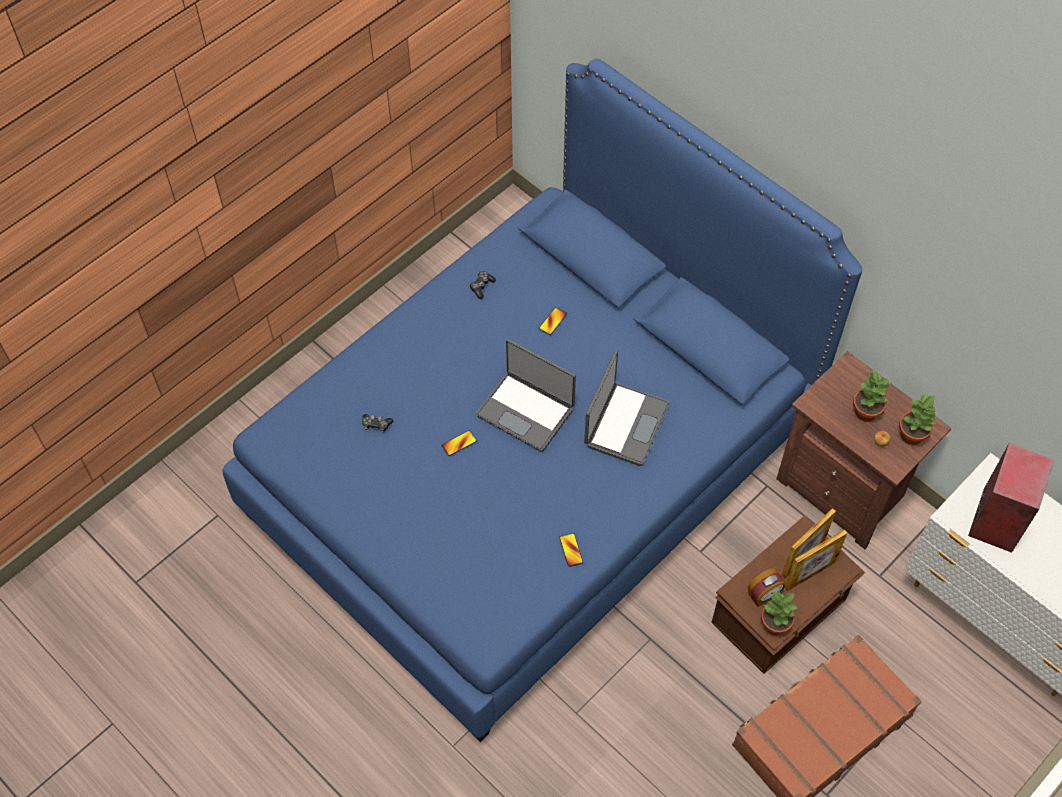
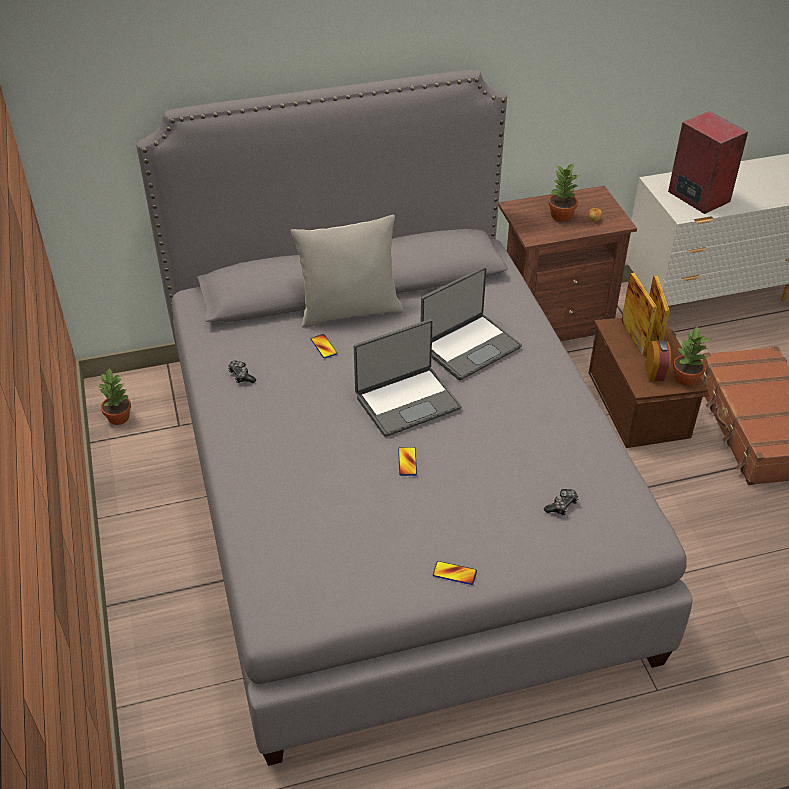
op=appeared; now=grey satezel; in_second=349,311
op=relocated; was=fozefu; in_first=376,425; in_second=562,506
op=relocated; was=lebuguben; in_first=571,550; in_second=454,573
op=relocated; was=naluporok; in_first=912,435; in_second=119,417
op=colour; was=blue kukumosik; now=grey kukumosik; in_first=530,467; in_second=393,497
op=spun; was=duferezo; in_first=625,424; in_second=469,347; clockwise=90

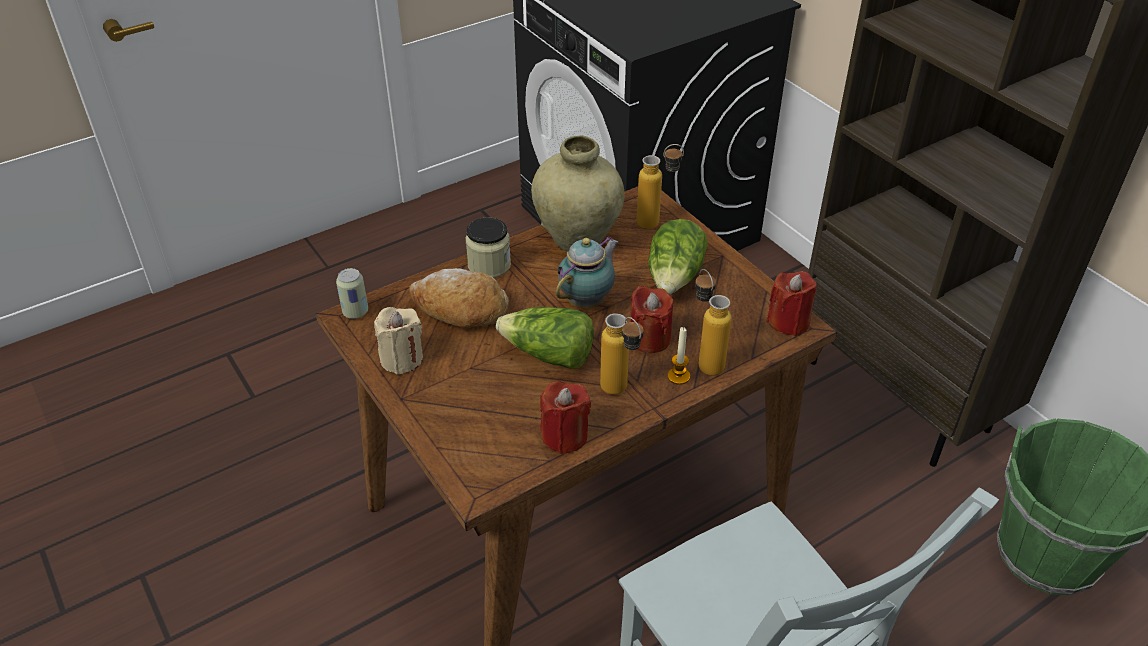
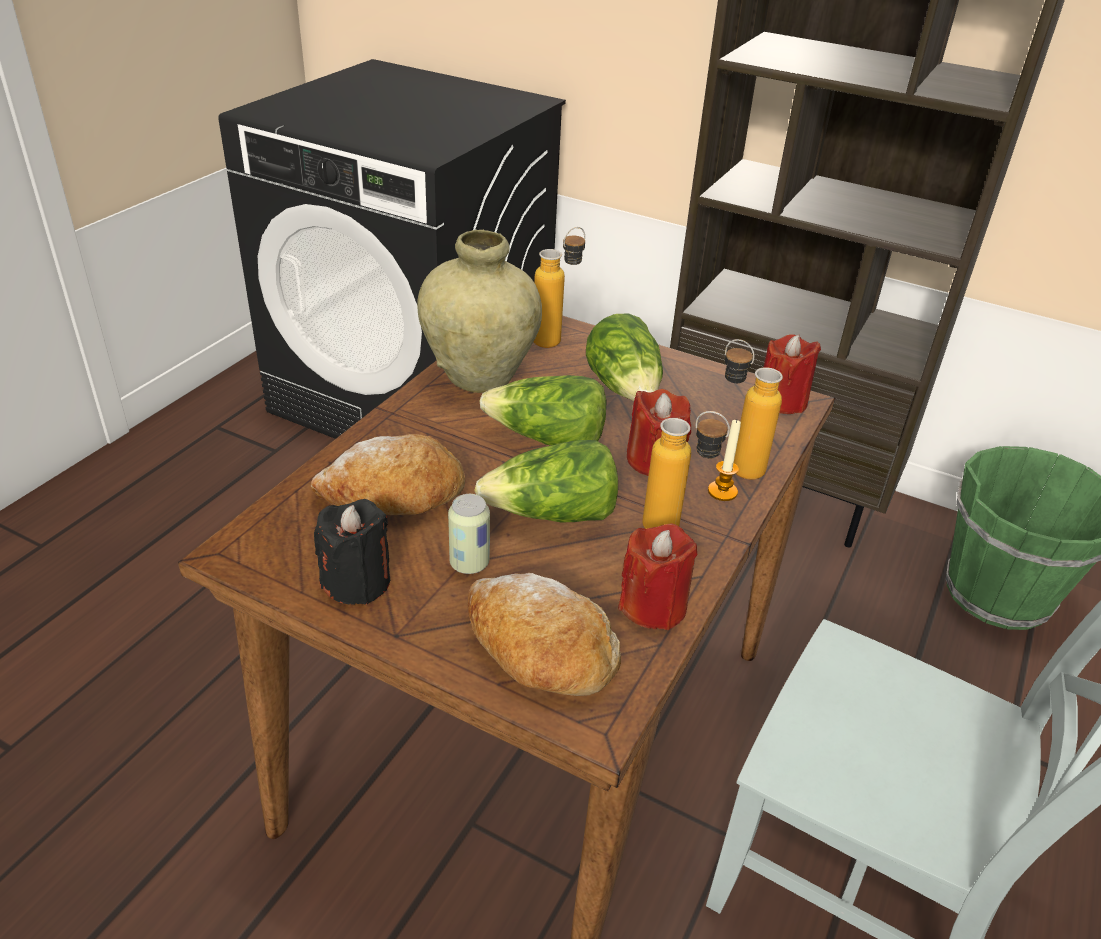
op=missing; was=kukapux; in_first=489,265
op=appeared; now=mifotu; in_second=538,648
op=relocated; was=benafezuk; in_first=355,312; in_second=469,563
op=exchanged; was=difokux; now=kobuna; in_first=588,301; in_second=548,440
op=colour; was=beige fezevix; now=black fezevix; in_first=401,359; in_second=357,582

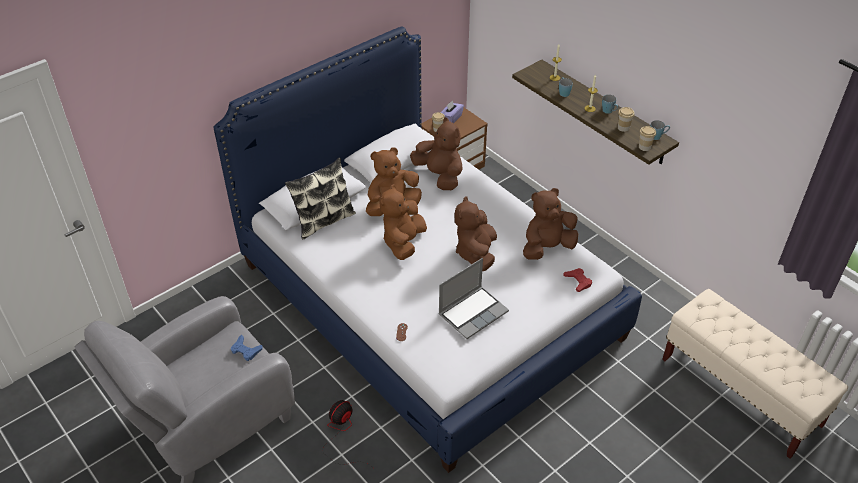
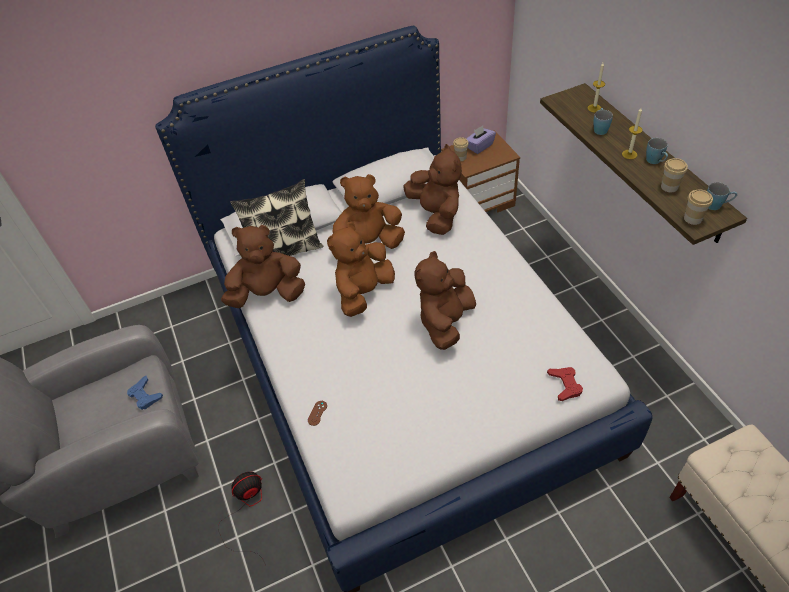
op=missing; was=duferezo; in_first=473,312
op=relocated; was=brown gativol; in_first=547,247; in_second=267,294

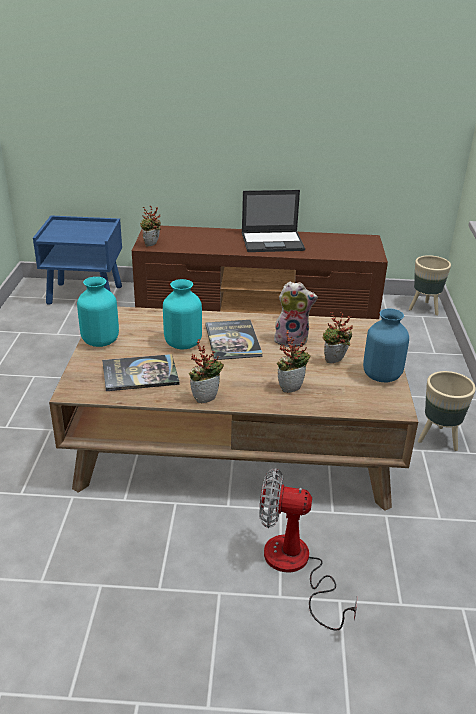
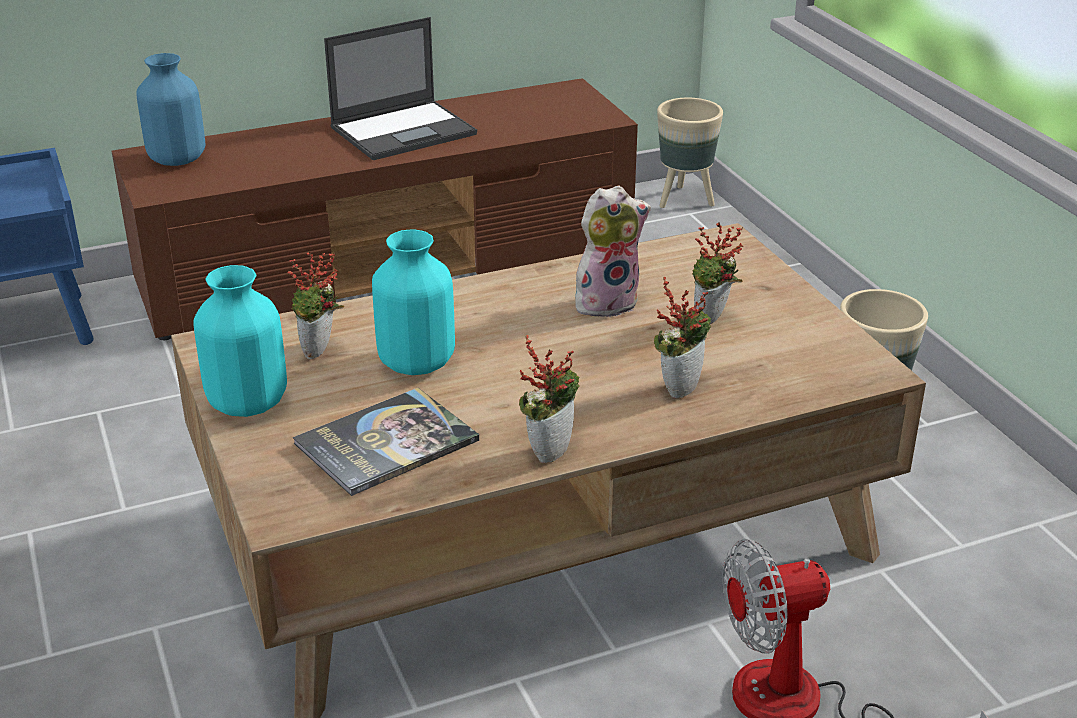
op=missing; was=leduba; in_first=233,340
op=relocated; was=naluporok; in_first=152,245; in_second=320,352
op=relocated; was=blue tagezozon; in_first=382,376; in_second=178,159

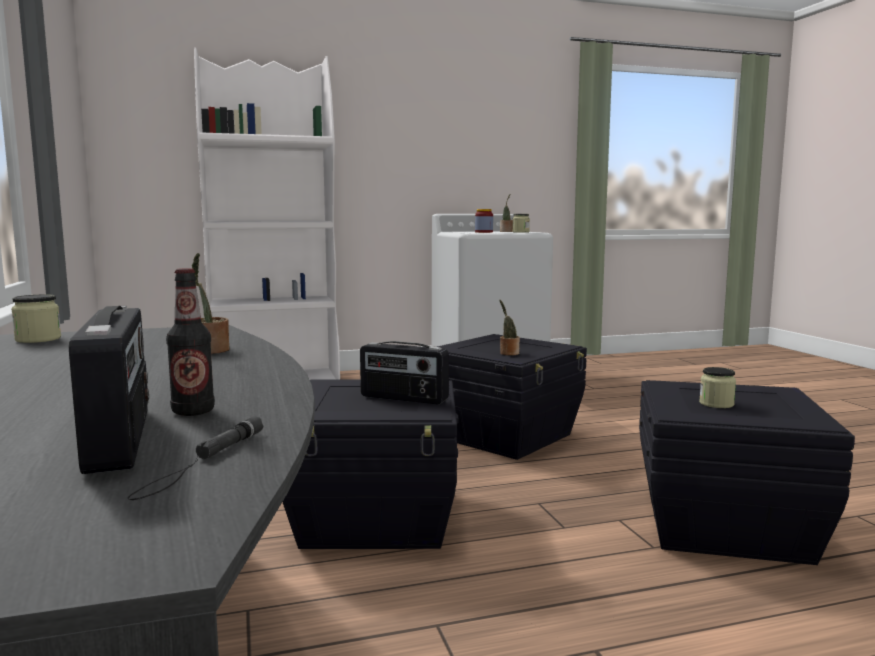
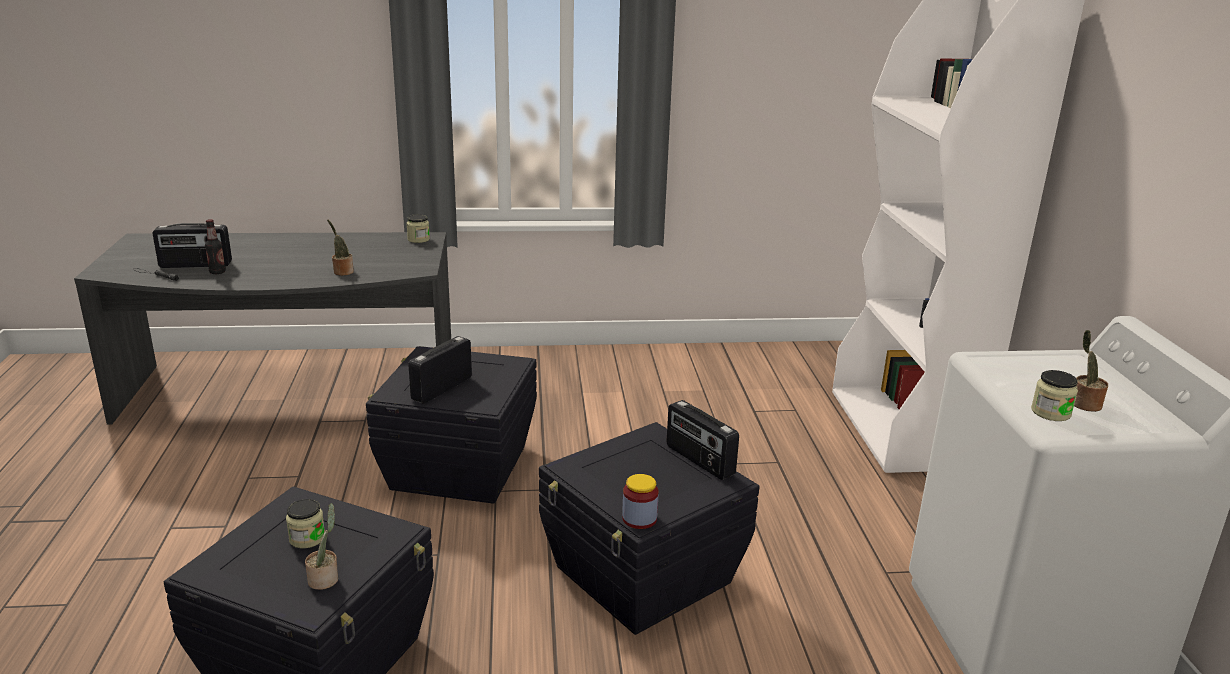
op=appeared; now=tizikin; in_second=699,460
op=relocated; was=kukapux; in_first=483,232; in_second=639,519
op=relocated; was=naluporok; in_first=508,353; in_second=325,579

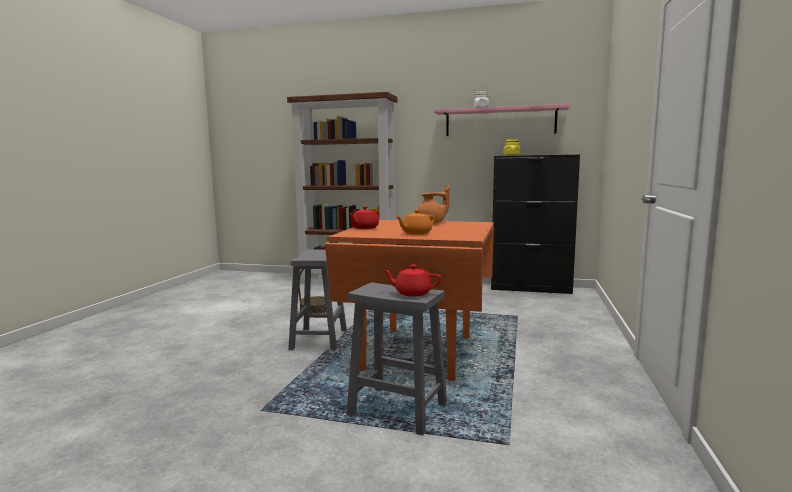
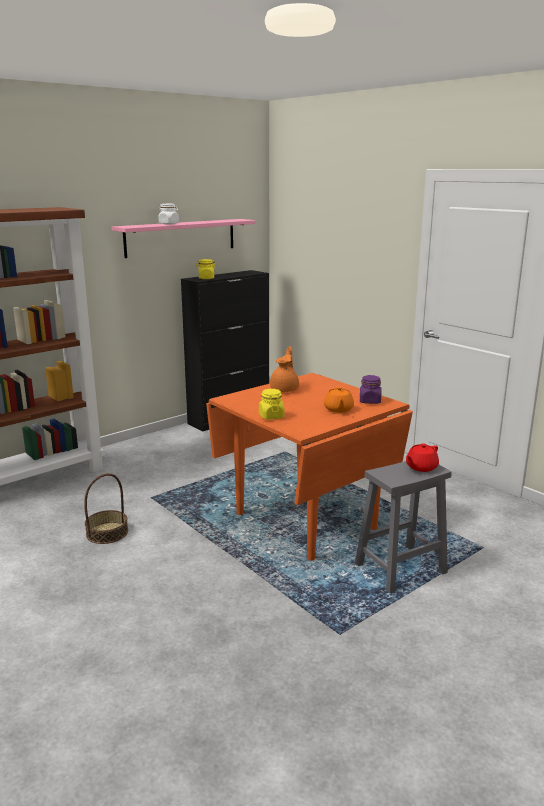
op=missing; was=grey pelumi; in_first=319,339
op=appeared; now=purple kukapux; in_second=370,401
op=exchanged; was=red difokux; now=yellow kukapux; in_first=364,228; in_second=271,416

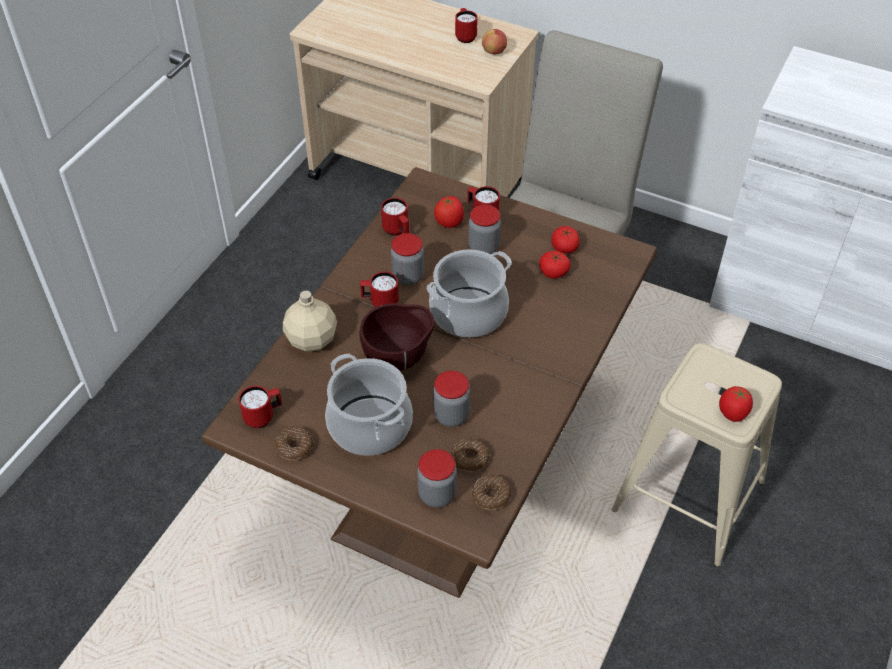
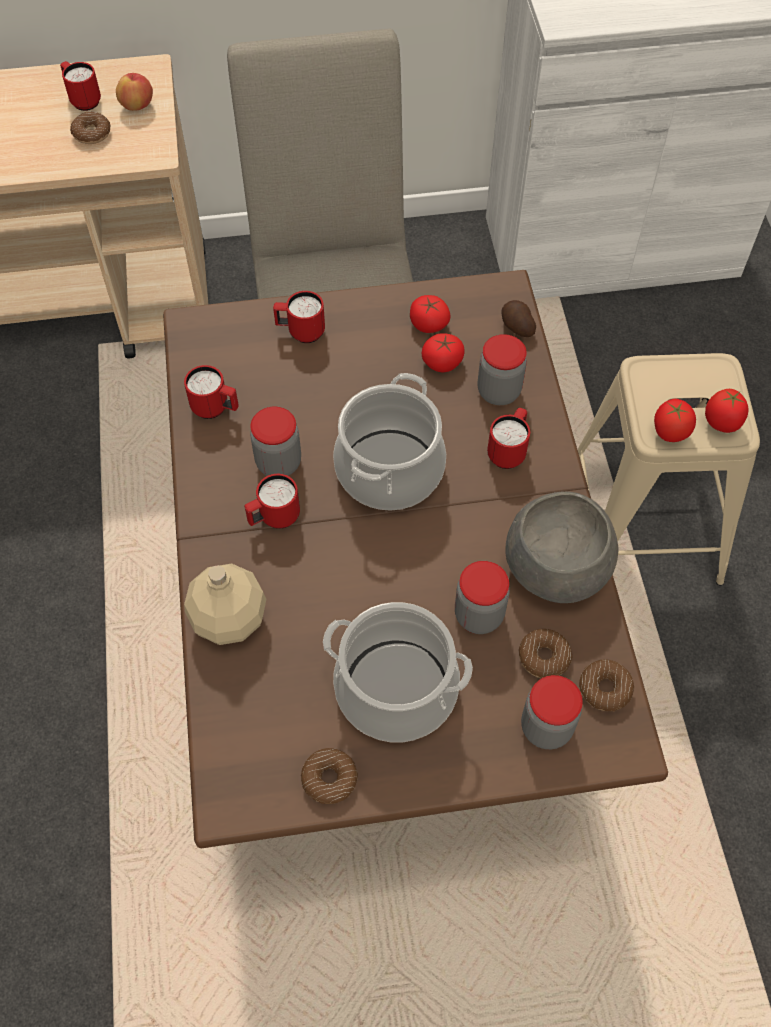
op=missing; was=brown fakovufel; in_first=399,359
op=appeared; now=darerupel; in_second=92,133
op=appeared; now=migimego; in_second=516,326
op=appeared; now=grey fakovufel; in_second=555,566
op=relocated; was=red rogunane; in_first=263,417; in_second=508,451
op=relocated; was=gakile; in_first=449,222; in_second=669,432
op=relocated; was=kukapux; in_first=484,247; in_second=498,391

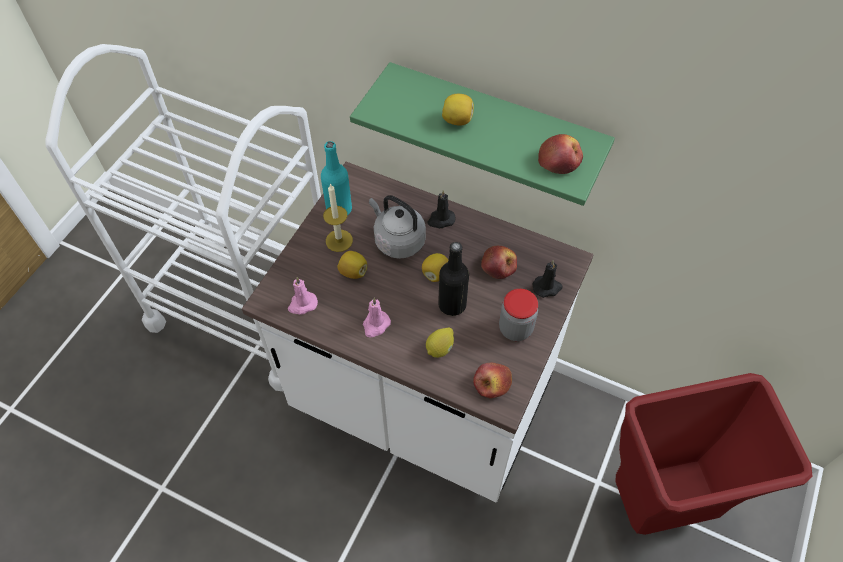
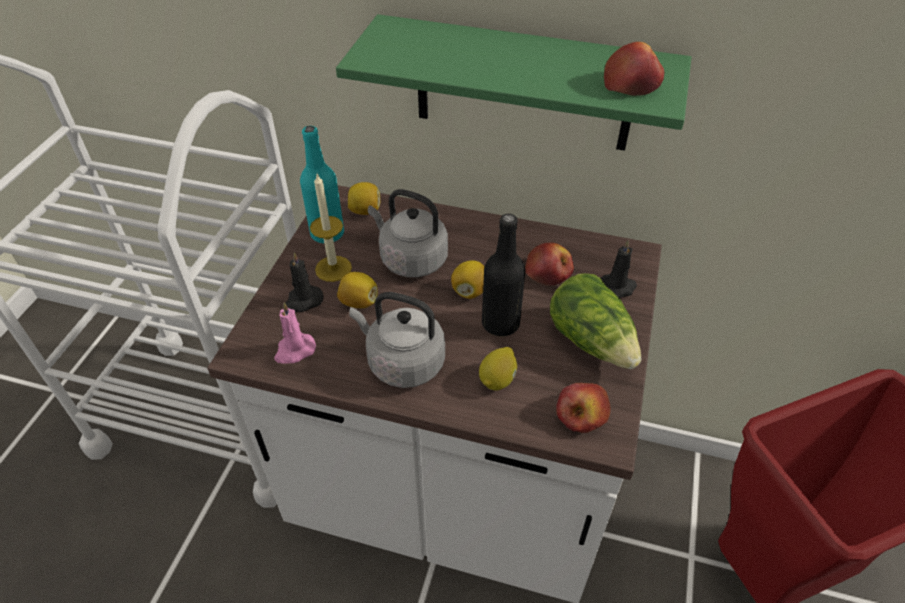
op=relocated; was=black fezevix; in_first=441,220; in_second=303,301
op=relocated; was=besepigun; in_first=457,120; in_second=365,210
op=exchanged; was=pink fezevix; now=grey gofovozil; in_first=375,325; in_second=402,362
op=exchanged; was=kukapux; now=kobuna; in_first=515,328; in_second=592,341

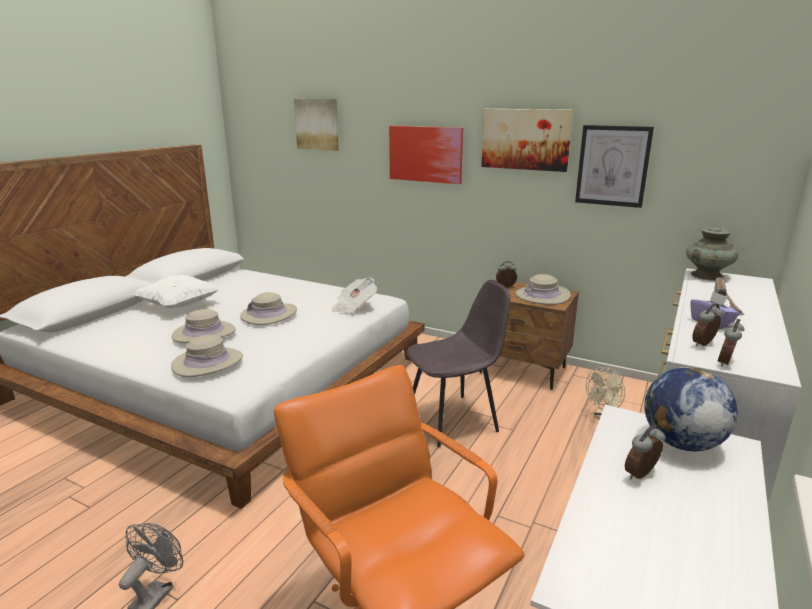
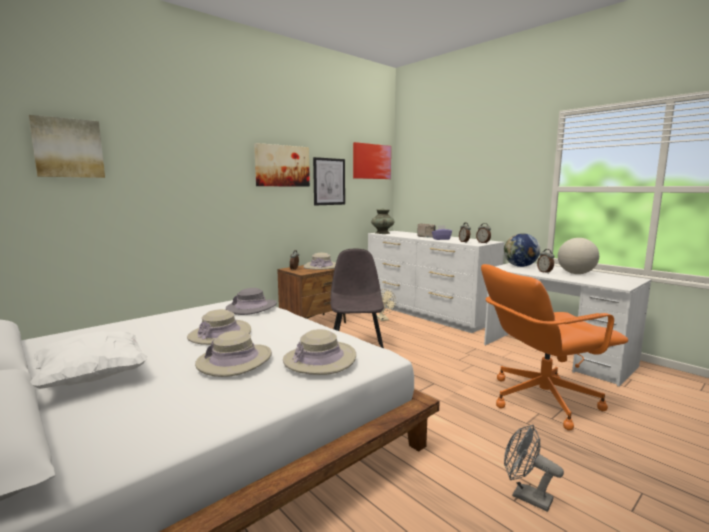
op=appeared; now=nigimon; in_second=576,273
op=relocated; was=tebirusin; in_first=425,154; in_second=371,161
op=exchanged; was=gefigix; now=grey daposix; in_first=354,307; in_second=251,307

